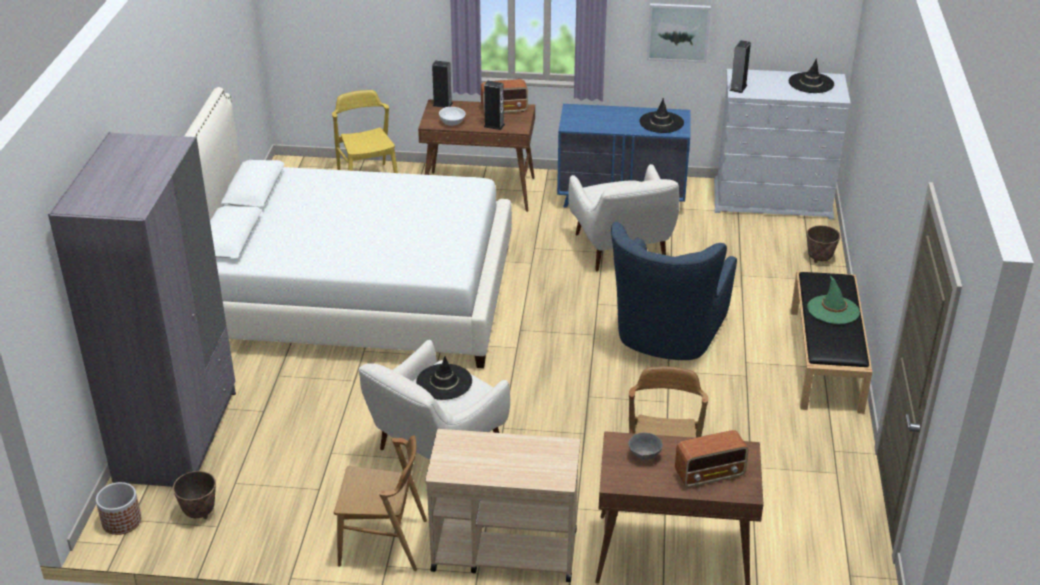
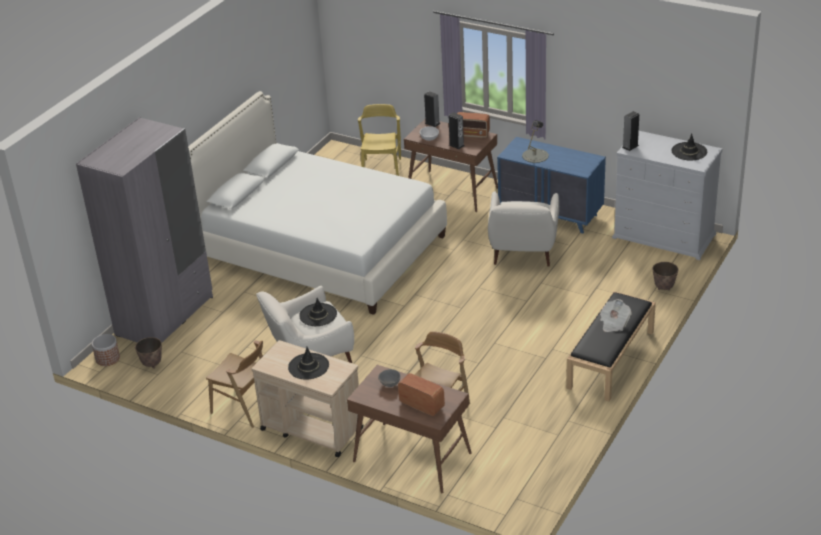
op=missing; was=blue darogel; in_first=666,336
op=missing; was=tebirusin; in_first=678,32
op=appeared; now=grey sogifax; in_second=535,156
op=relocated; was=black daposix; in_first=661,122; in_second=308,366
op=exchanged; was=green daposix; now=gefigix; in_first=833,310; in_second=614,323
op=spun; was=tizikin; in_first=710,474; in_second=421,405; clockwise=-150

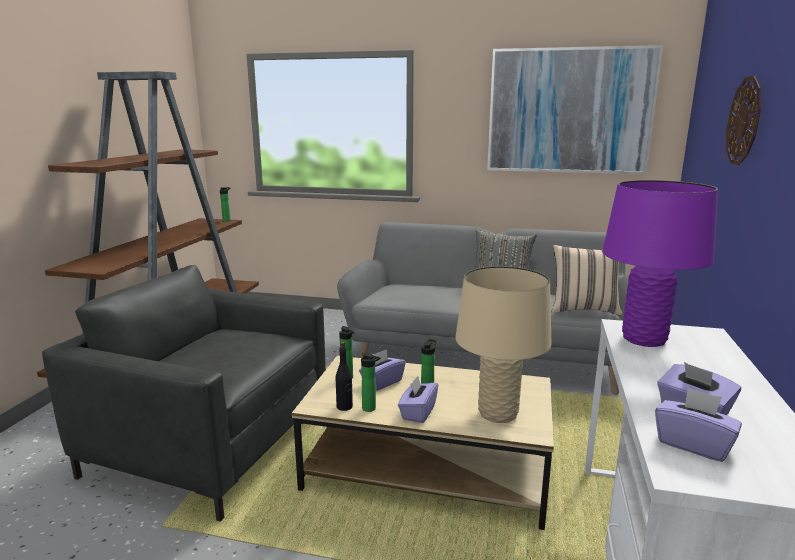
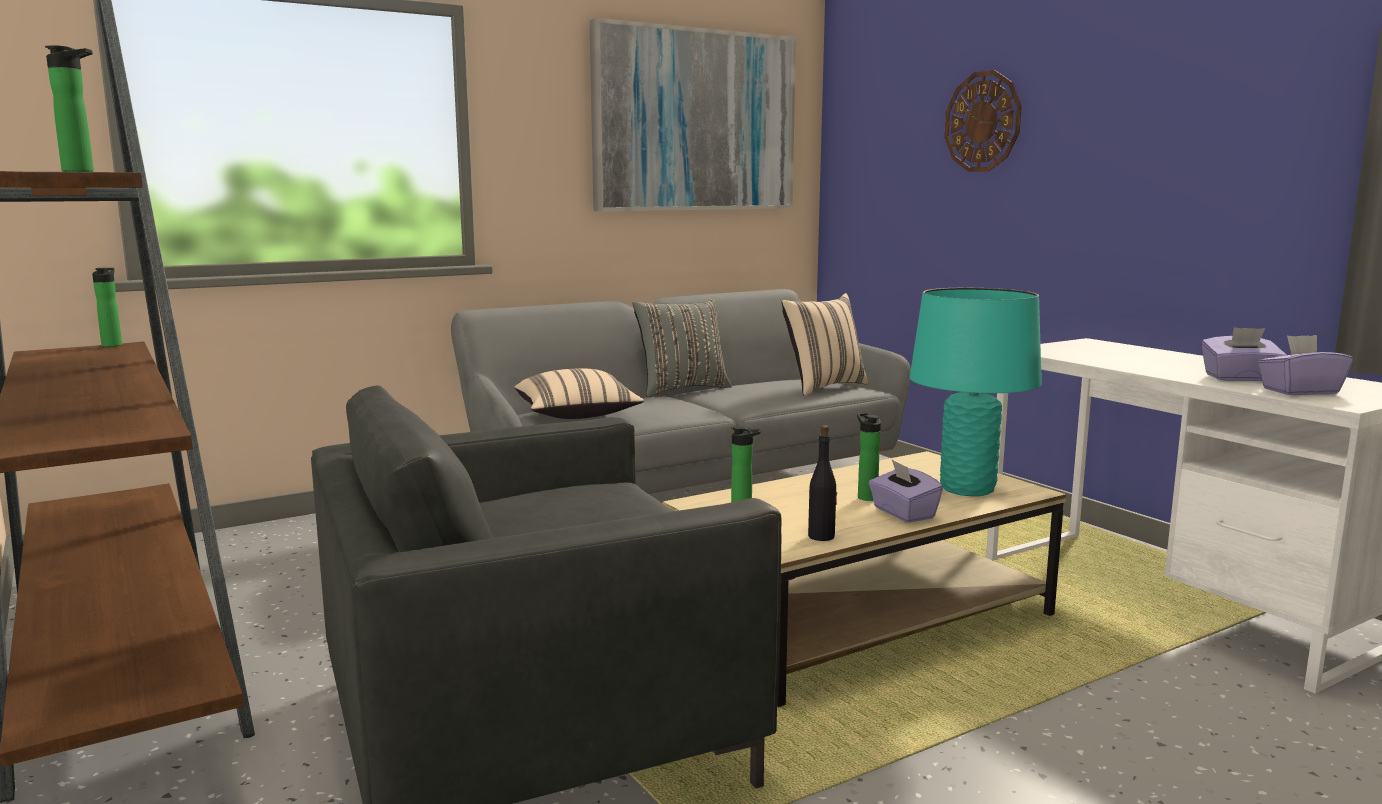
op=missing; was=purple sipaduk; in_first=382,382
op=missing; was=purple sogifax; in_first=643,339
op=appeared; now=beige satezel; in_second=577,416
op=relocated; was=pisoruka; in_first=370,409; in_second=83,171
op=colour; was=beige sogifax; now=turquoise sogifax; in_first=498,414; in_second=967,489

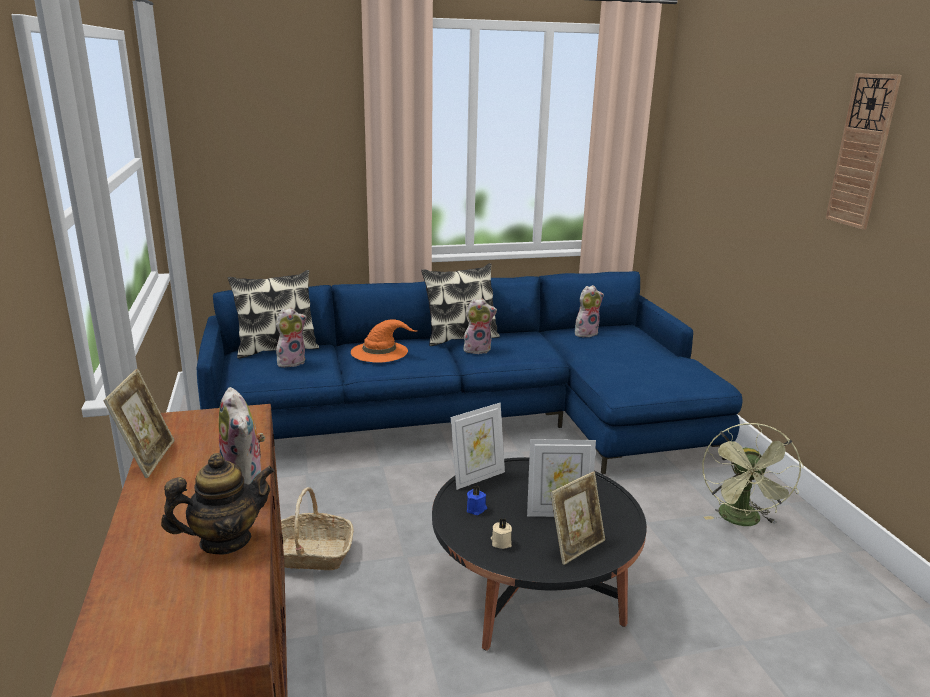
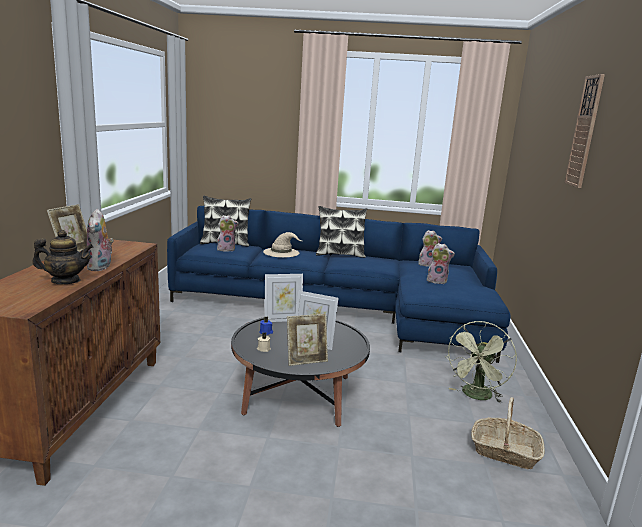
op=relocated; was=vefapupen; in_first=310,554; in_second=504,451
op=relocated; was=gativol; in_first=477,349; in_second=437,281
op=colour; was=orange daposix; now=beige daposix; in_first=380,351; in_second=282,252

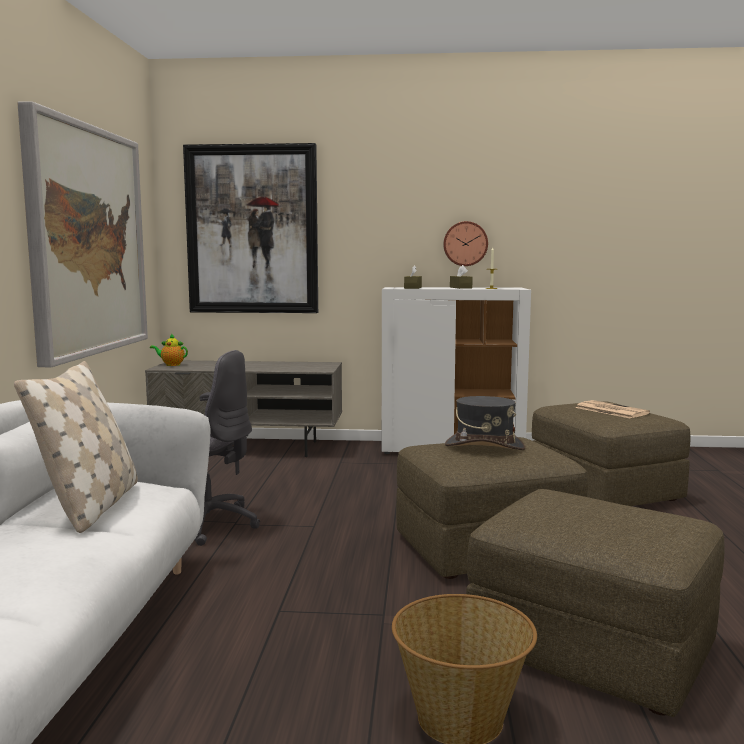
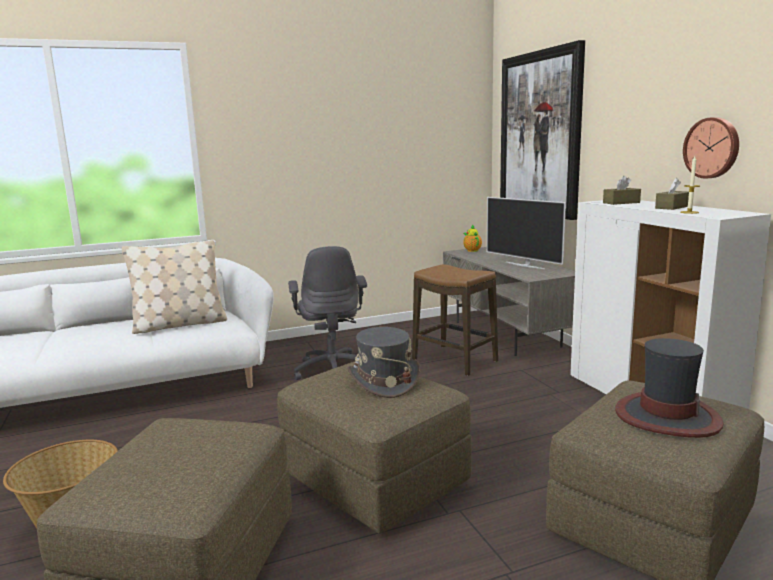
op=missing; was=tebirusin; in_first=87,241
op=appeared; now=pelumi; in_second=454,360
op=appeared; now=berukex; in_second=525,265
op=exchanged; was=gefigix; now=daposix; in_first=610,410; in_second=666,416

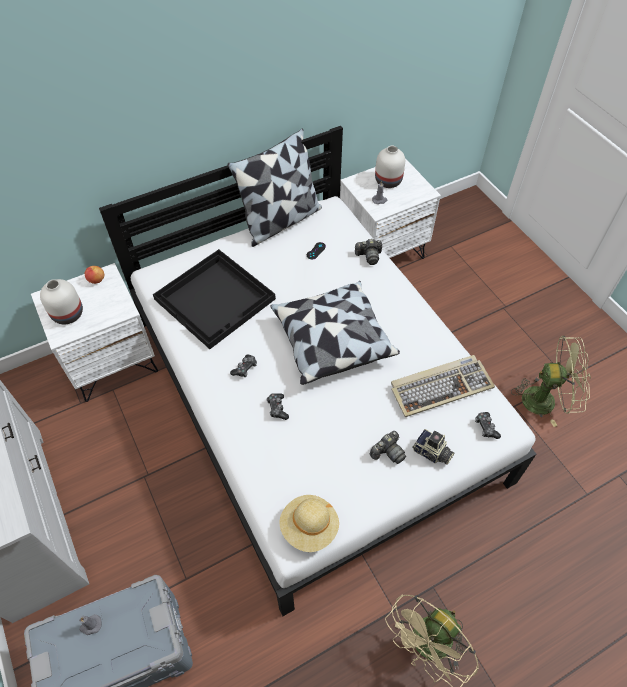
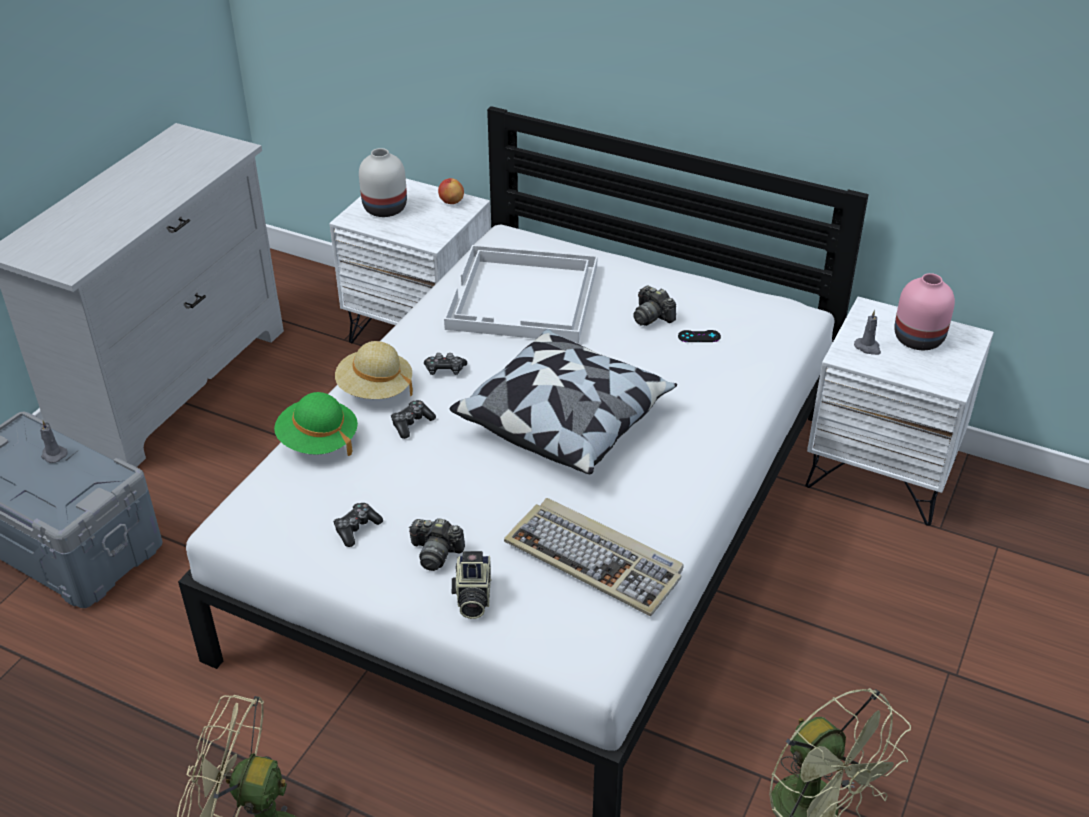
op=missing; was=satezel; in_first=280,221
op=appeared; now=green daposix; in_second=318,441
op=relocated; was=beige daposix; in_first=309,527; in_second=375,389
op=relocated; was=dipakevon; in_first=369,256; in_second=652,316
op=relocated; was=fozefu; in_first=486,427; in_second=356,529
op=colour; was=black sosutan; now=white sosutan; in_first=216,299; in_second=524,298
op=colour; was=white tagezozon; now=pink tagezozon; in_first=388,181; in_second=917,339

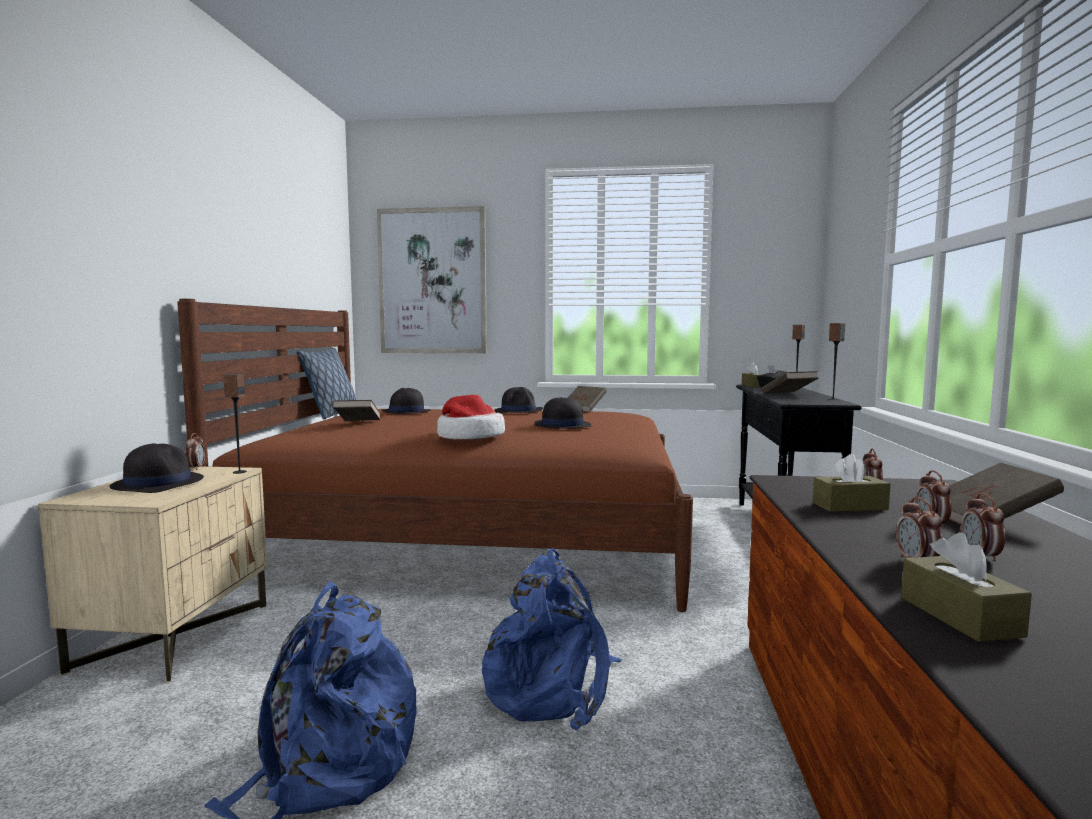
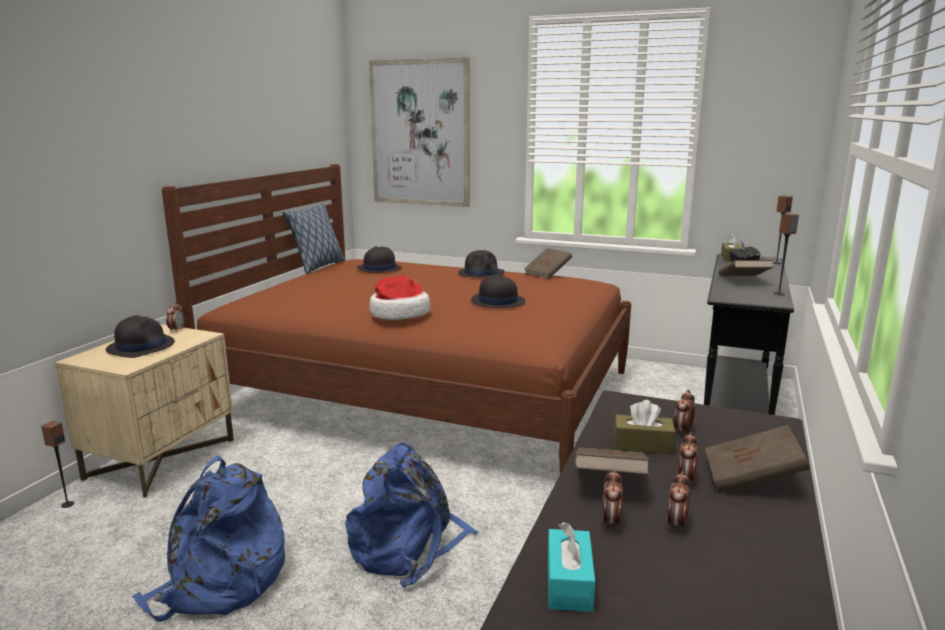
op=relocated; was=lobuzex; in_first=239,472; in_second=67,504
op=relocated; was=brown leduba; in_first=357,423; in_second=608,481
op=colour; was=brown sipaduk; now=turquoise sipaduk; in_first=959,616; in_second=569,583

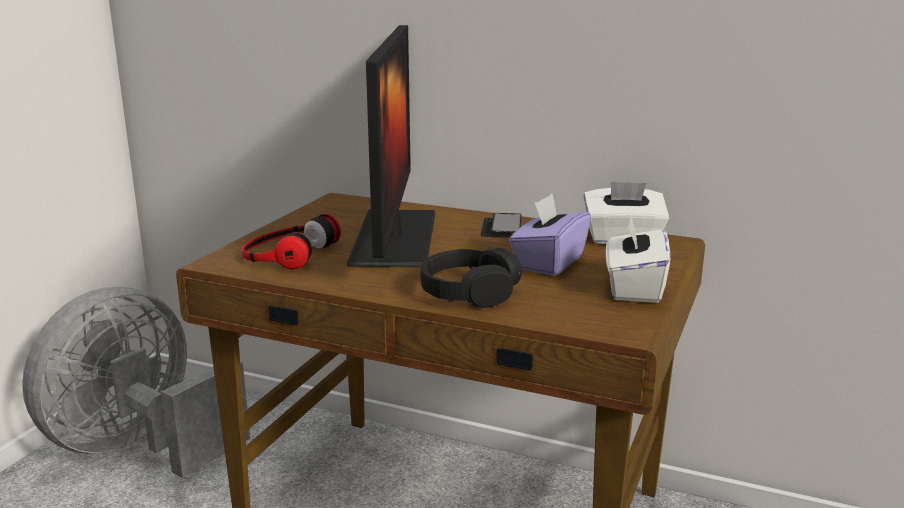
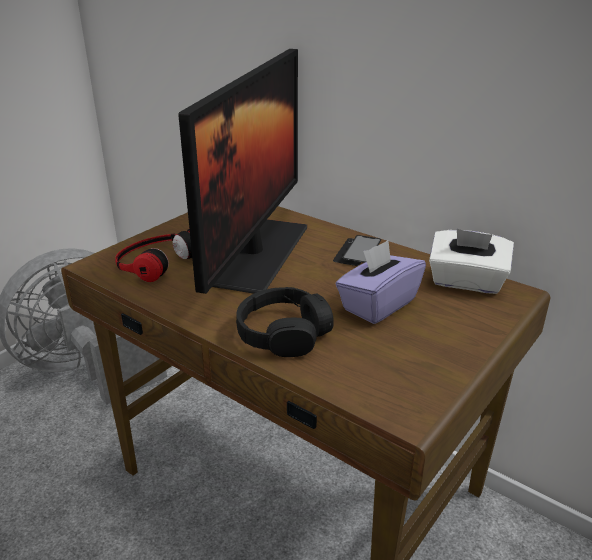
op=missing; was=white sipaduk; in_first=633,288

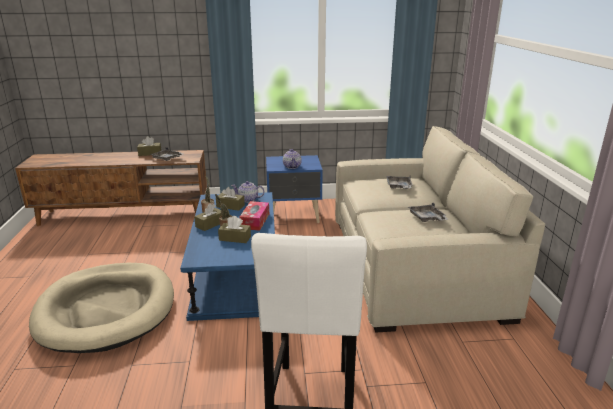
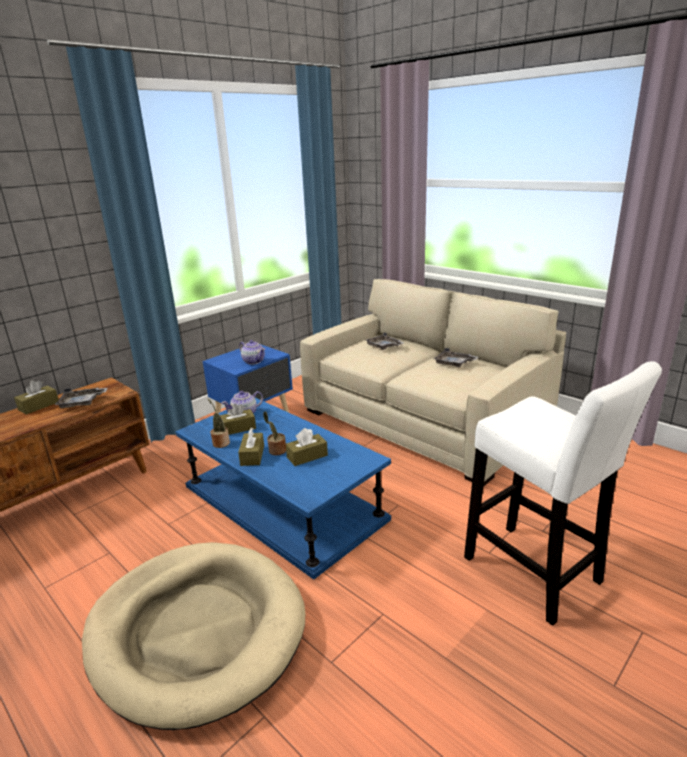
op=missing; was=sipaduk; in_first=255,221

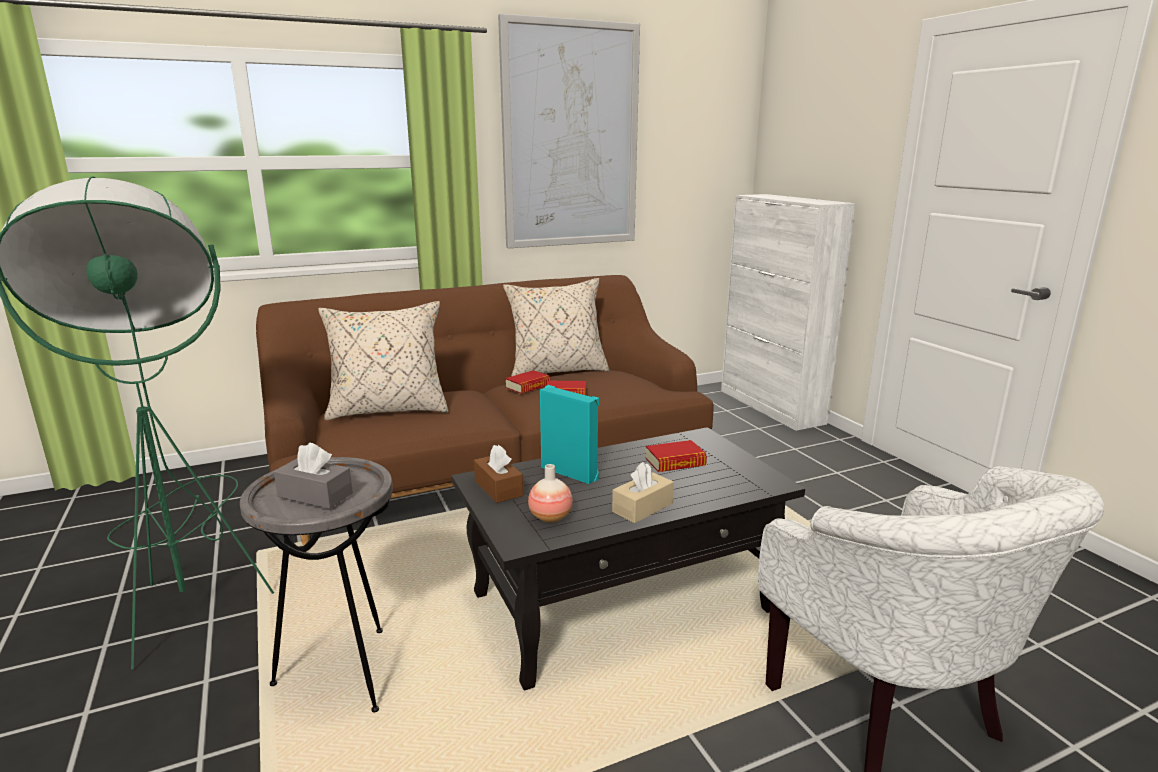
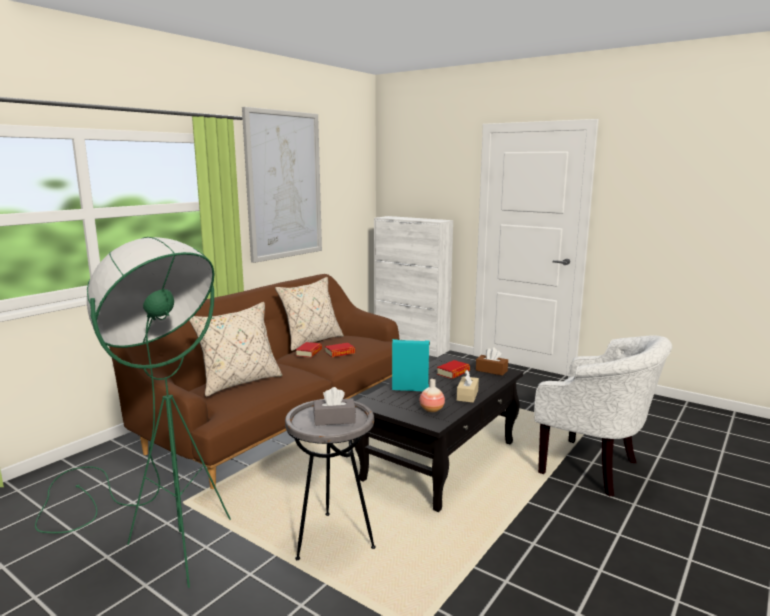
op=relocated; was=brown sipaduk; in_first=498,488; in_second=491,370

